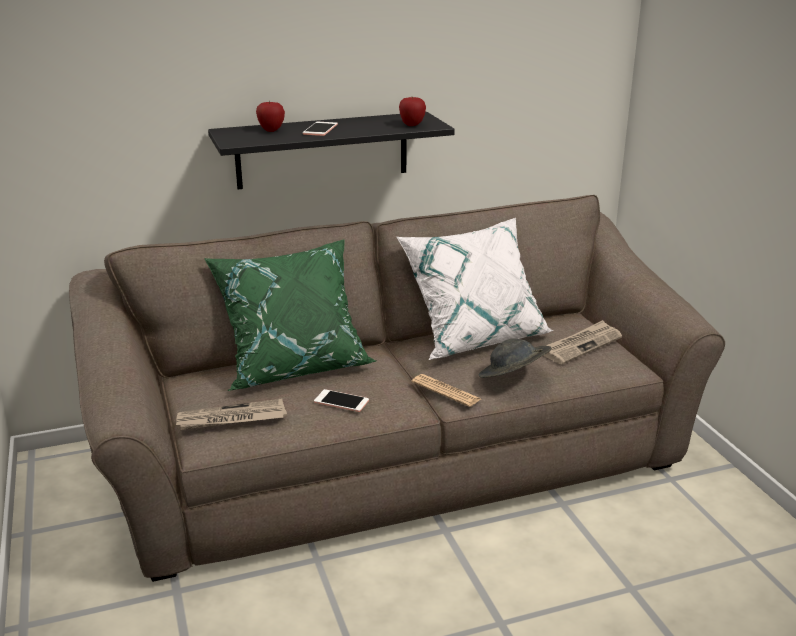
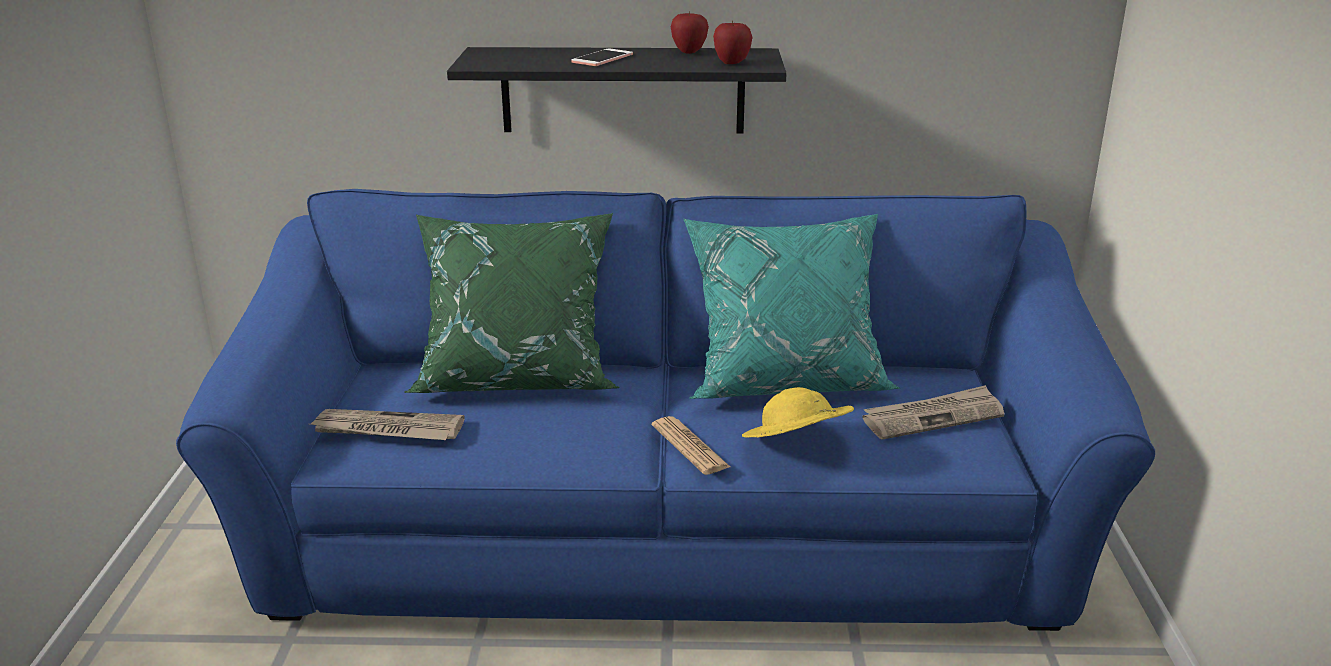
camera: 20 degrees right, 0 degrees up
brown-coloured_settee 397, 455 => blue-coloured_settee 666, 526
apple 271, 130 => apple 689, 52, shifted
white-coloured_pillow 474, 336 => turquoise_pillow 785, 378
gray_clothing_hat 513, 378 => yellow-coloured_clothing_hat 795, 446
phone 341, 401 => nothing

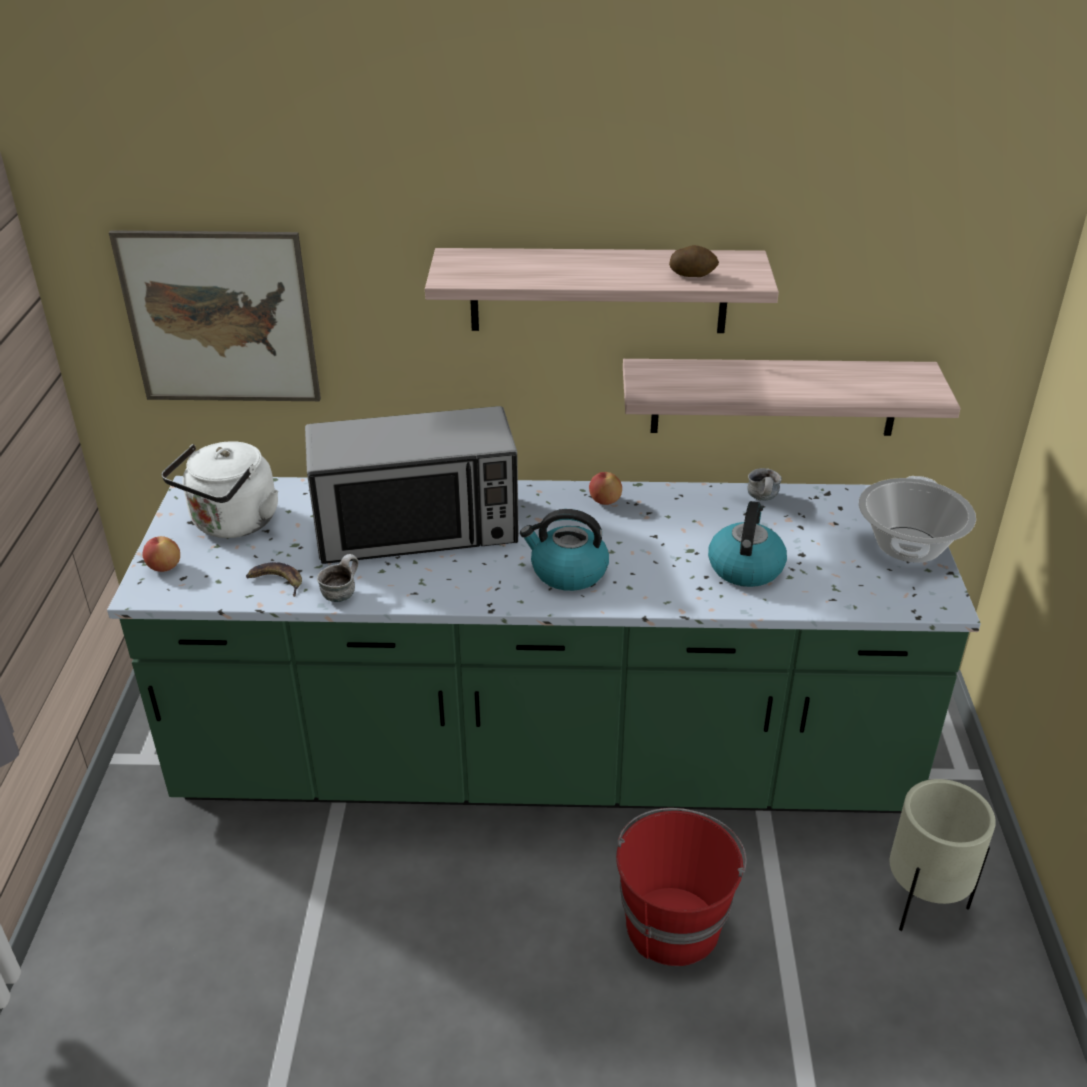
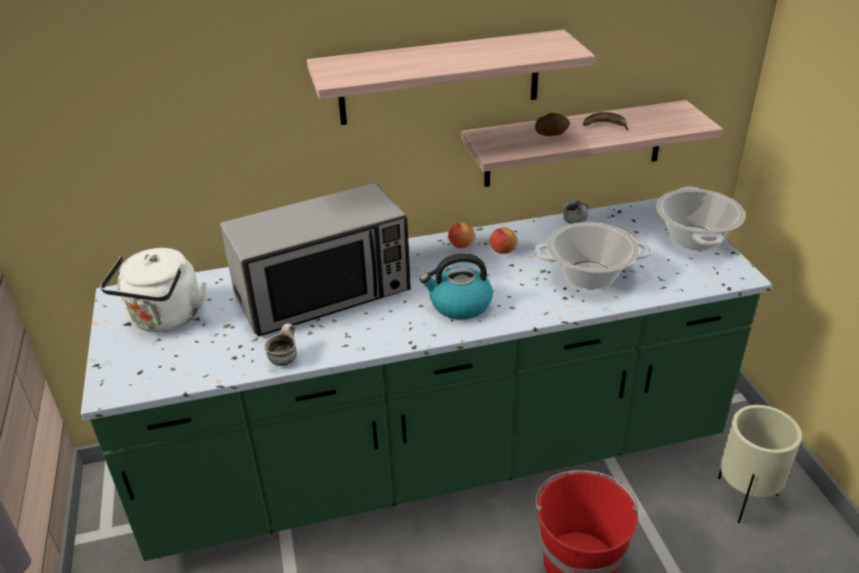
camera: 15 degrees left, 0 degrees up
apple 164, 567 => apple 502, 251, shifted
tea_kettle 745, 567 => cooking_pot 589, 275
whole_potato 692, 275 => whole_potato 551, 134, shifted
banana_fruit 276, 581 => banana_fruit 604, 125, shifted
wall_picture 220, 318 => nothing

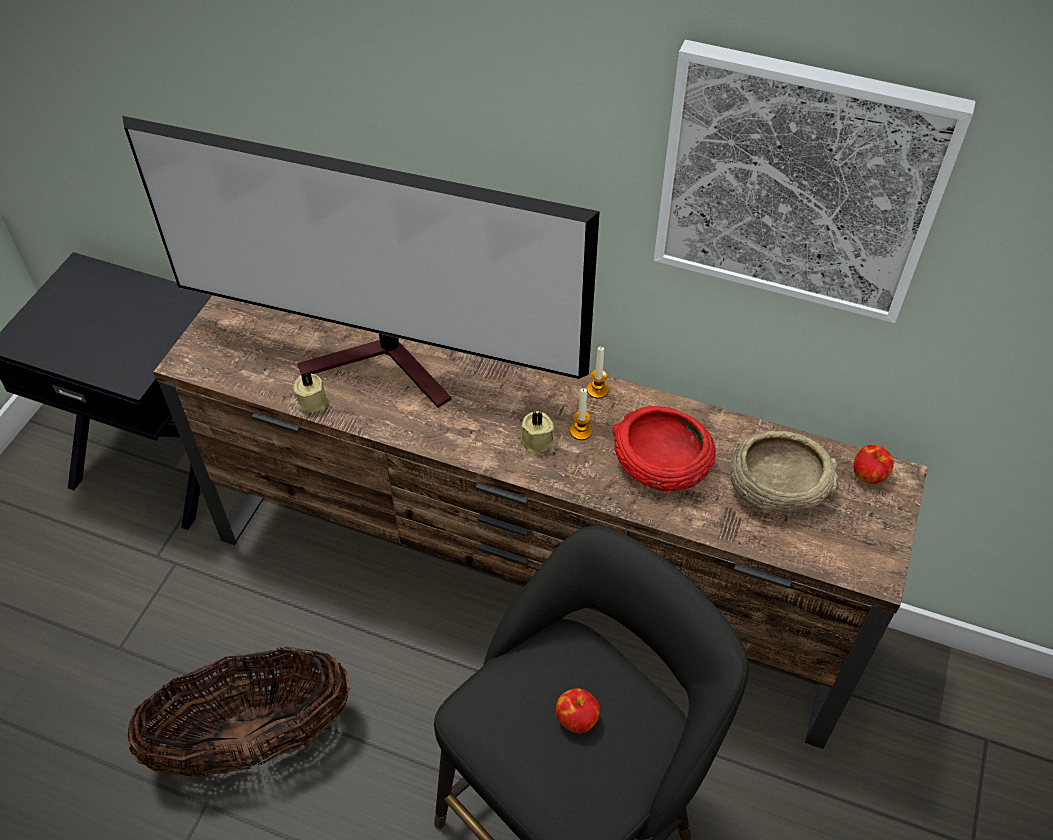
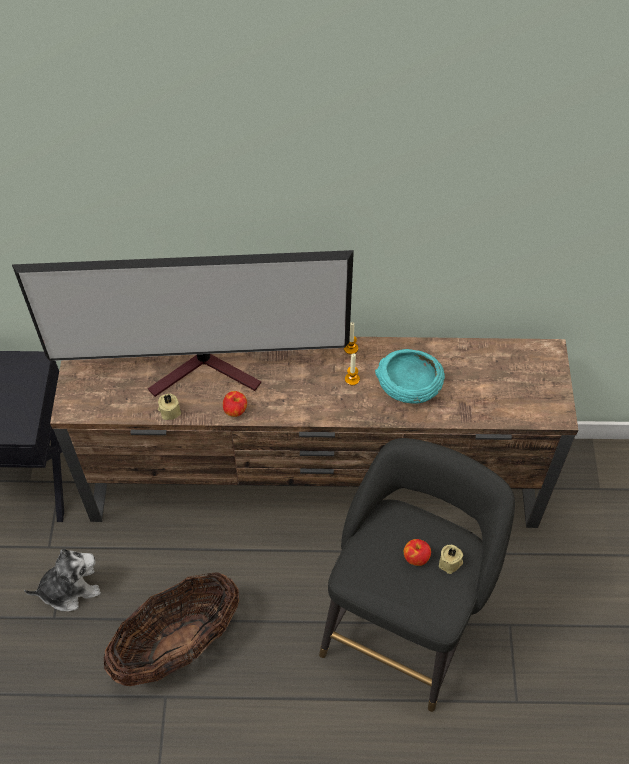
camera: 20 degrees left, 5 degrees up
nothing => soft_toy 70, 588
apple 868, 475 => apple 235, 410, shifted
red_deep_dish 660, 463 => turquoise_deep_dish 409, 385
beige-coloured_wax_light 538, 442 => beige-coloured_wax_light 450, 563, shifted
wall_picture 798, 184 => nothing
beige-coloured_deep_dish 777, 485 => nothing

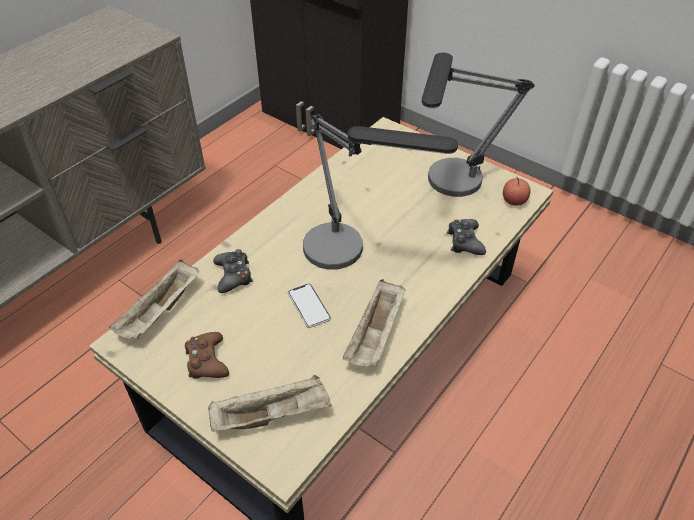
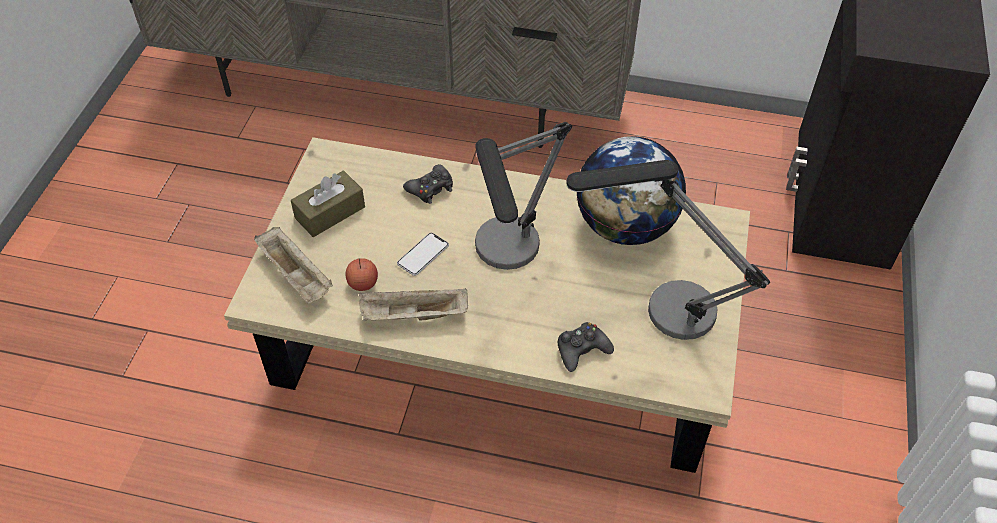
camera: 65 degrees right, 5 degrees up
brown-coloured_gamepad 207, 361 => brown-coloured_tissue_holder 330, 212
apple 514, 201 => apple 363, 283, shifted
nothing => world_globe 624, 226
beige-coloured_tray 160, 312 => nothing

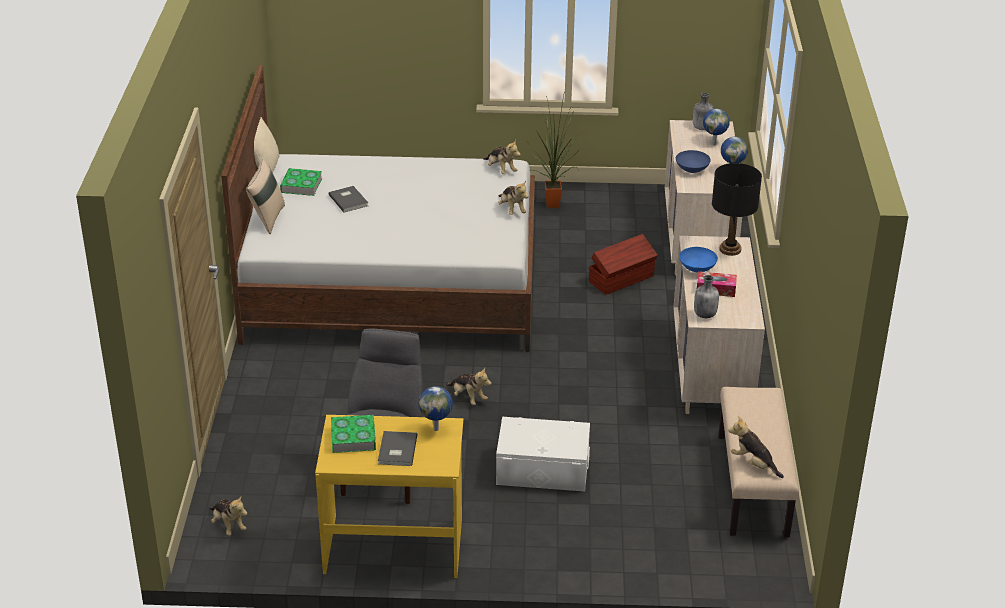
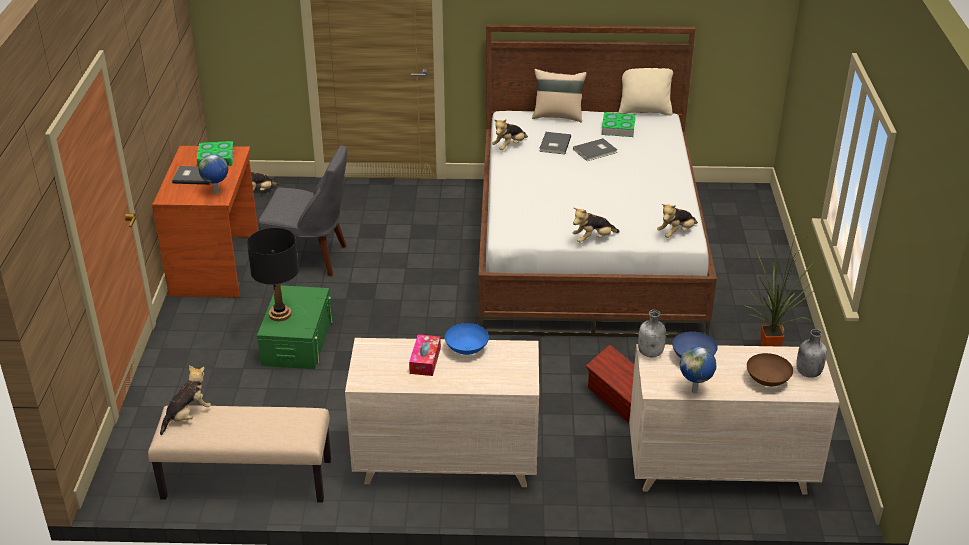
camera: 90 degrees right, 0 degrees up
yellow-coloured_desk_table 394, 545 => brown-coloured_desk_table 216, 265
black-coloured_lamp_for_a_table 730, 249 => black-coloured_lamp_for_a_table 280, 314, shifted
white-coloured_storage_bin 542, 469 => green_storage_bin 297, 341
soft_toy 468, 397 => soft_toy 509, 146, shifted
nothing => gray_book 554, 144
gray_bottle 705, 314 => gray_bottle 651, 353, shifted
world_globe 714, 144 => brown-coloured_deep_dish 768, 381

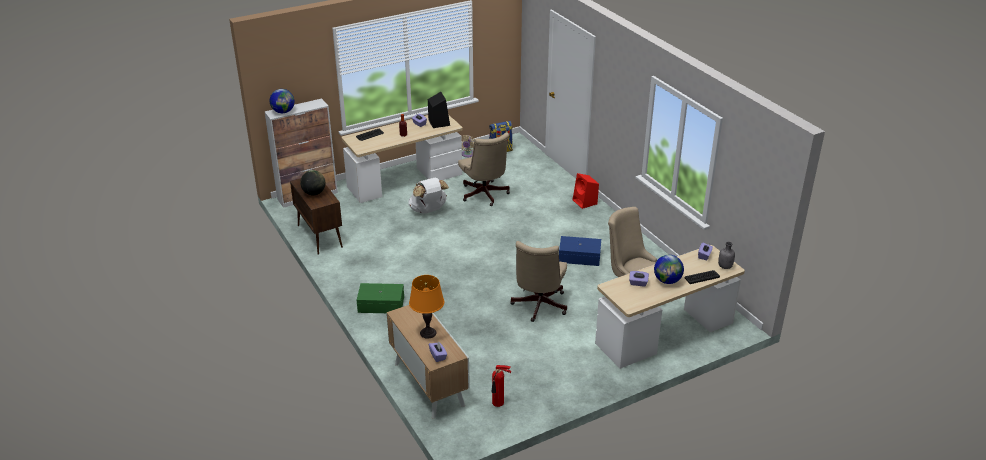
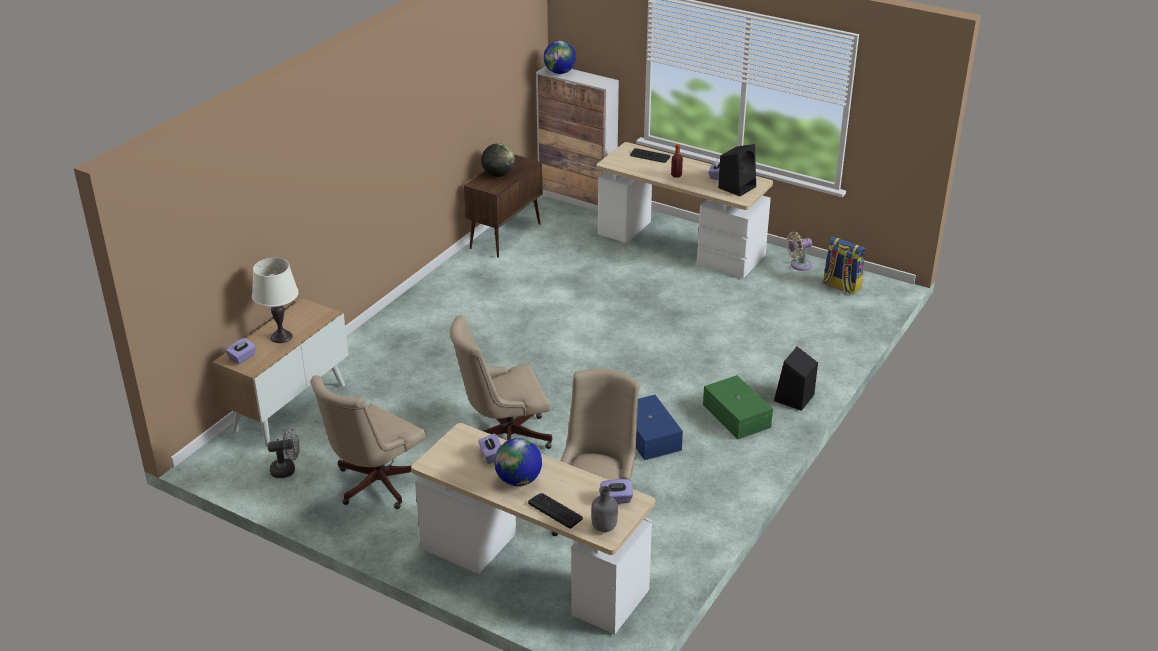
camera: 60 degrees right, 0 degrees up
orangey_lamp_for_a_table 428, 333 => white-coloured_lamp_for_a_table 281, 337
fire_extinguisher 498, 403 => gray_cooling_fan 287, 470
beige-coloured_computer_chair 485, 195 => beige-coloured_computer_chair 374, 485, shifted
green_storage_bin 380, 304 => green_storage_bin 737, 415, shifted
red_audio_speaker 585, 202 => black-coloured_audio_speaker 794, 398
white-coloured_knapsack 428, 210 => nothing

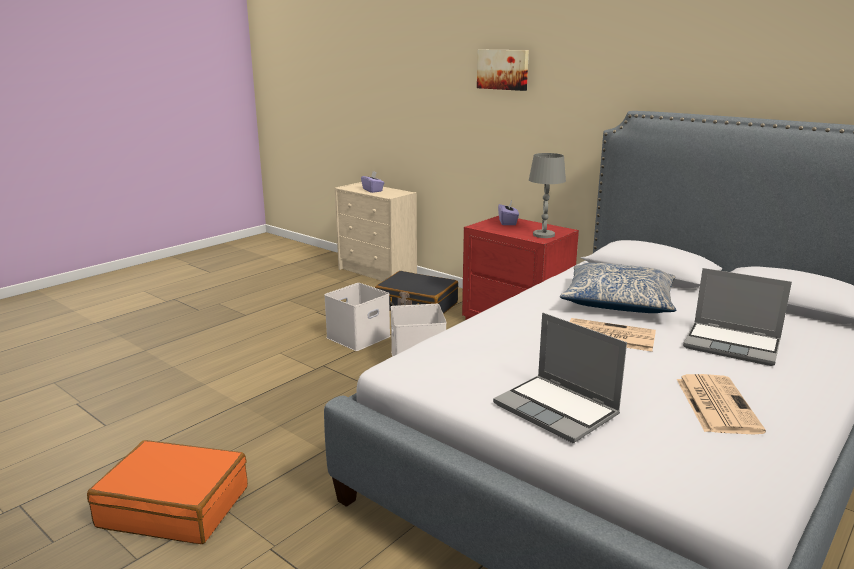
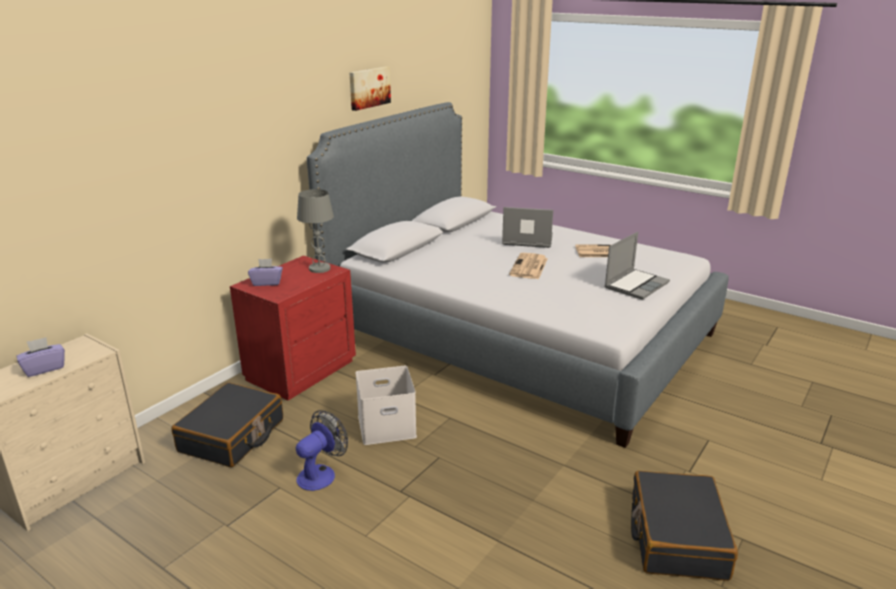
camera: 95 degrees left, 5 degrees up
white-coloured_storage_bin 358, 336 => cooling_fan 321, 473
wall_picture 503, 69 => wall_picture 368, 87, shifted
notebook_computer 733, 345 => notebook_computer 526, 240, 105 degrees counterclockwise
orangey_suitcase 175, 506 => black-coloured_suitcase 676, 537
pillow 618, 302 => nothing

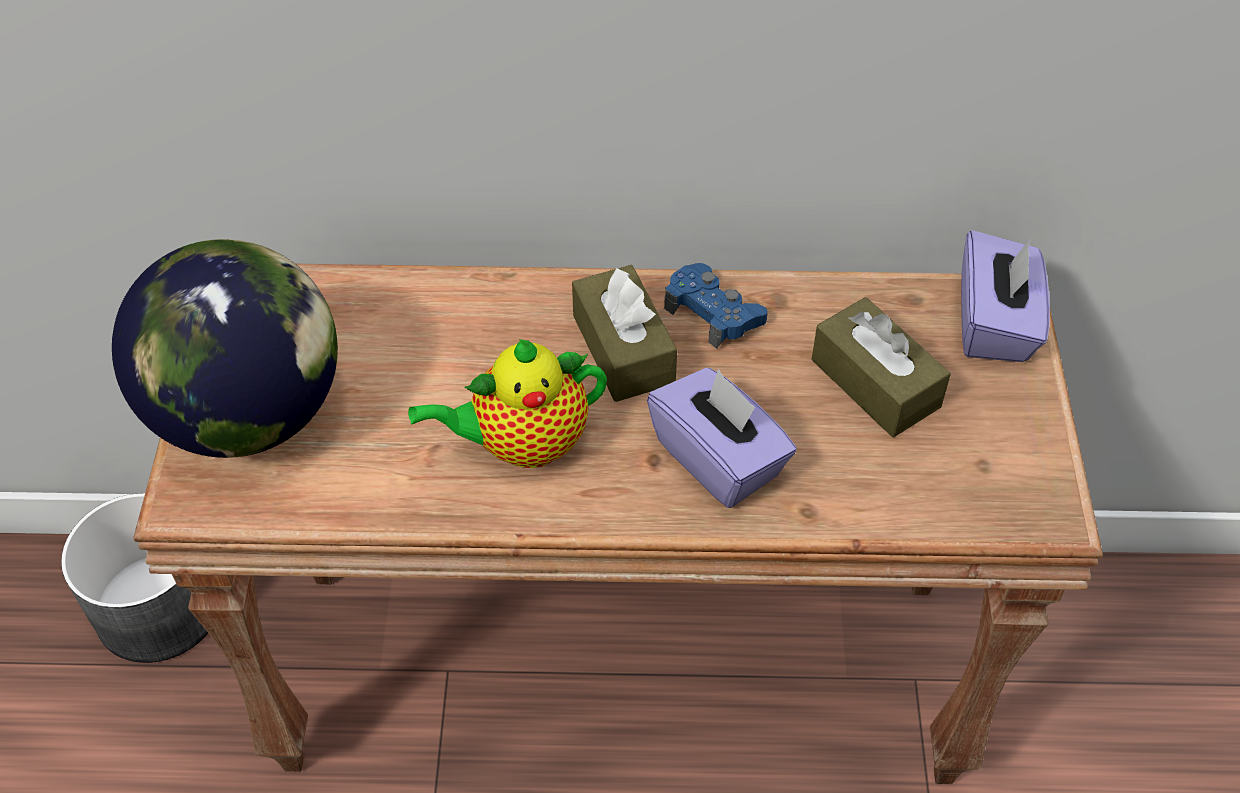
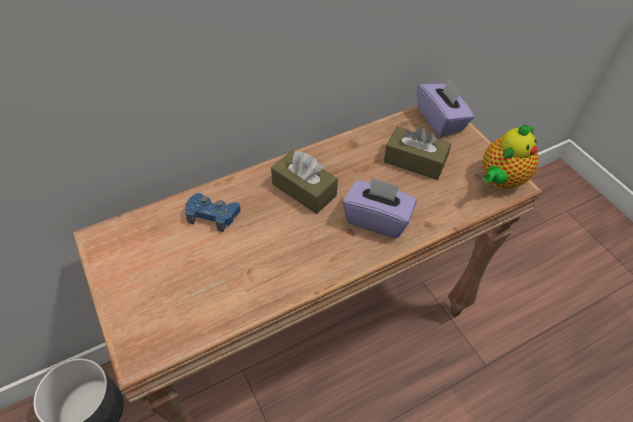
camera: 30 degrees left, 0 degrees up
blue-coloured_gamepad 713, 313 => blue-coloured_gamepad 213, 215, shifted
tea_pot 522, 444 => tea_pot 500, 180, shifted
world_globe 250, 414 => nothing

